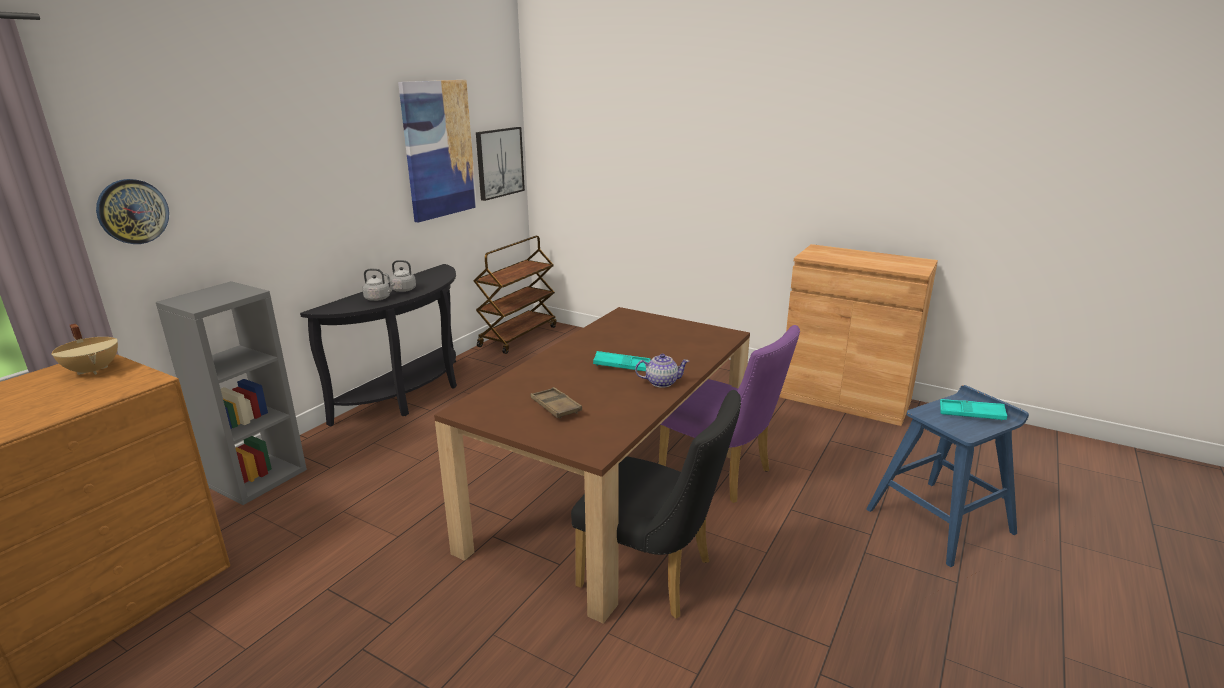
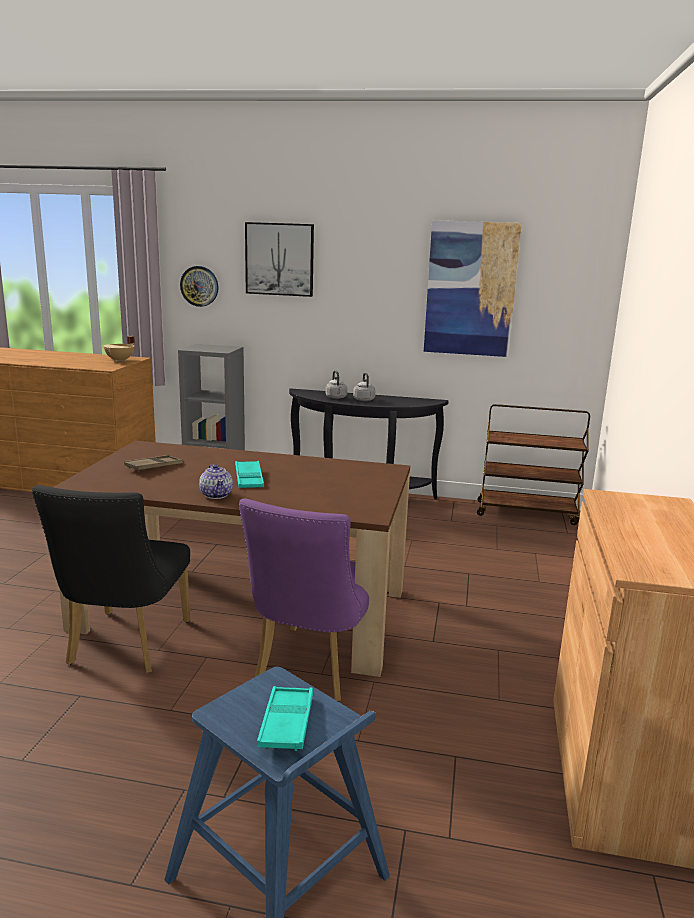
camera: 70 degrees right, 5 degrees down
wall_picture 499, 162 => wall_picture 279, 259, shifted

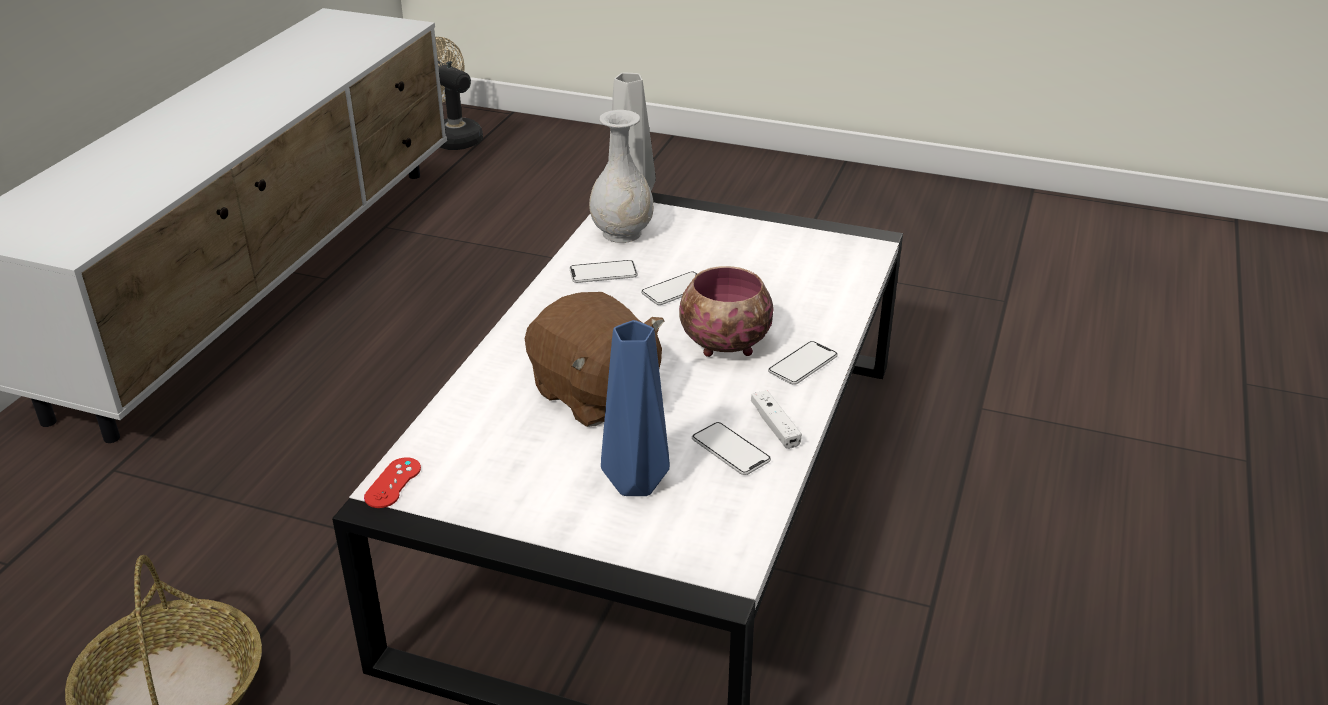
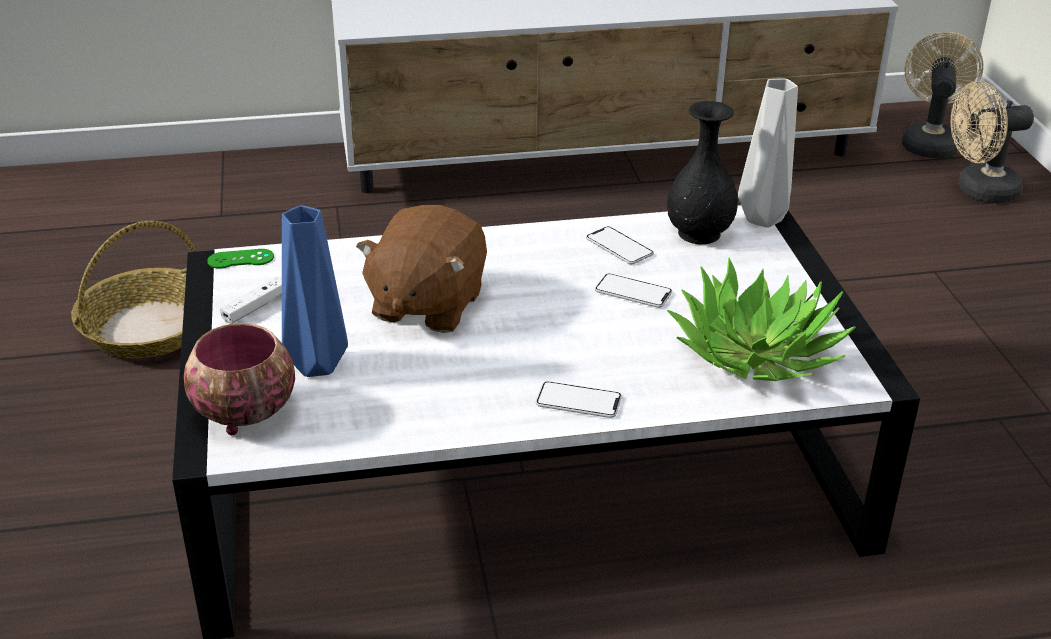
camera: 60 degrees right, 0 degrees up
deep_dish 723, 346 => deep_dish 242, 413, shifted
red_gamepad 393, 483 => green_gamepad 241, 259
white-coloured_gamepad 775, 426 => white-coloured_gamepad 255, 307, shifted
white-coloured_vase 622, 233 => black-coloured_vase 700, 234
nothing => houseplant 757, 353
nothing => beige-coloured_cooling_fan 979, 191
phone 730, 450 => nothing

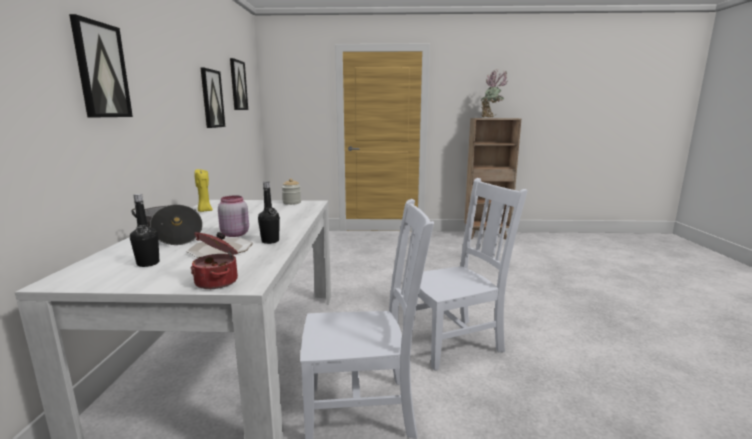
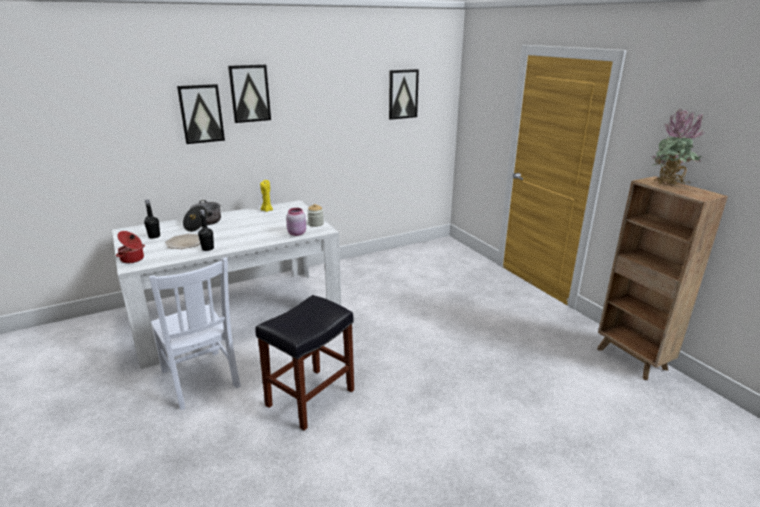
camera: 60 degrees right, 10 degrees up
wall_picture 212, 99 => wall_picture 249, 93, shifted
white-coloured_chair 455, 342 => black-coloured_stool_seat 310, 398
pink_storage_jar 234, 234 => pink_storage_jar 296, 233, shifted

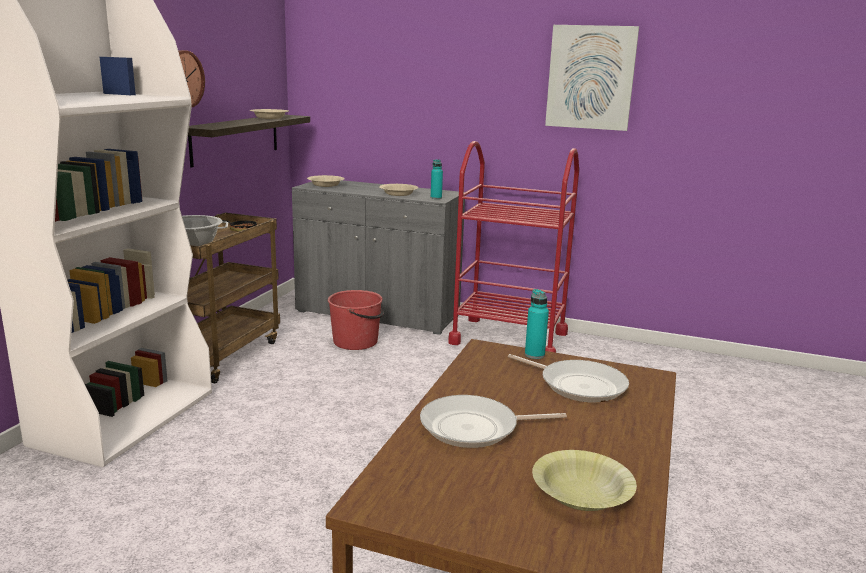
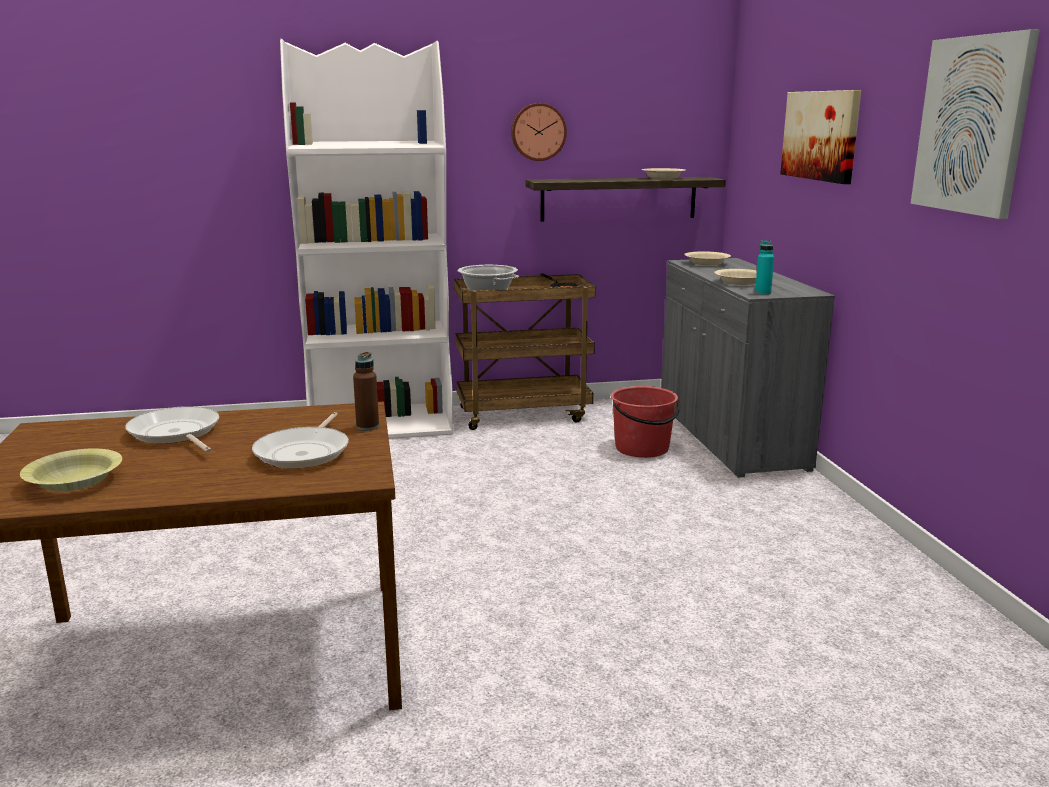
camera: 60 degrees right, 0 degrees up
turquoise_bottle 534, 355 => brown-coloured_bottle 367, 427
nothing => wall_picture 821, 135
red_trolley 509, 338 => nothing

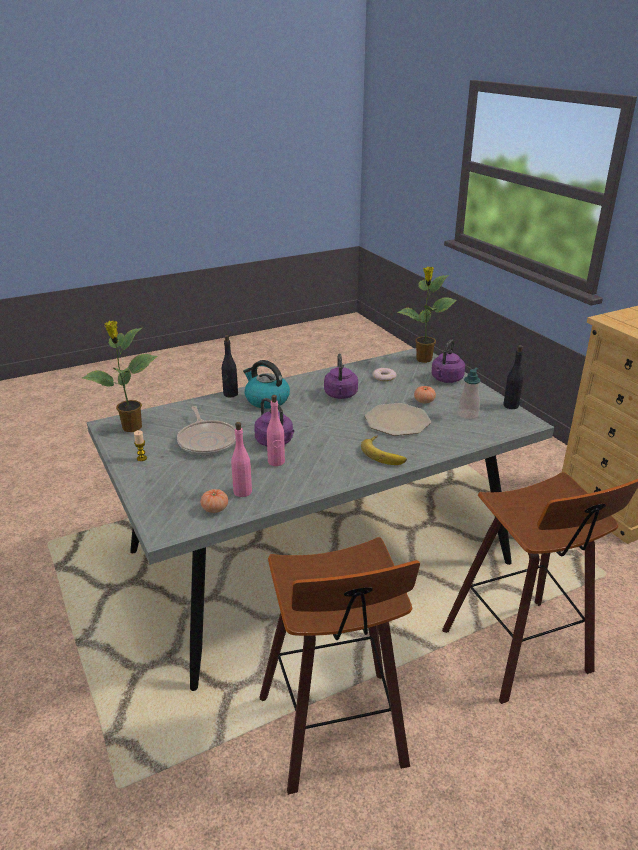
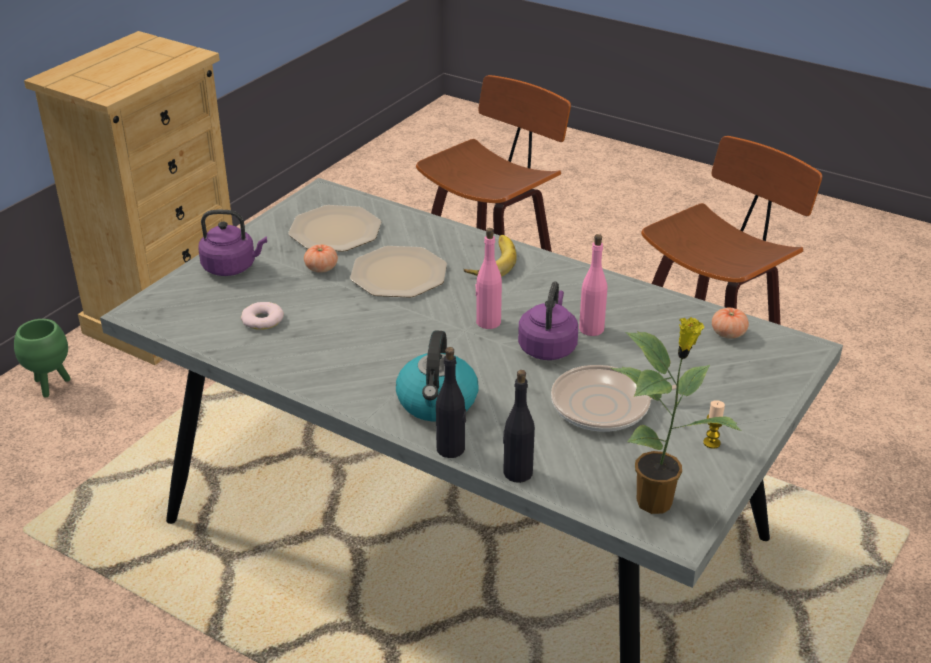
camera: 120 degrees left, 5 degrees up
nothing => green_flower_pot 50, 385
soap_bottle 467, 415 => dinner_plate 335, 231
pink_bottle 243, 491 => pink_bottle 488, 322, shifted
black-coloured_bottle 511, 405 => black-coloured_bottle 517, 473, shifted
skillet 207, 440 => skillet 606, 406, 135 degrees counterclockwise
purple-coloured_tea_kettle 340, 395 => nothing
houseplant 423, 360 => nothing

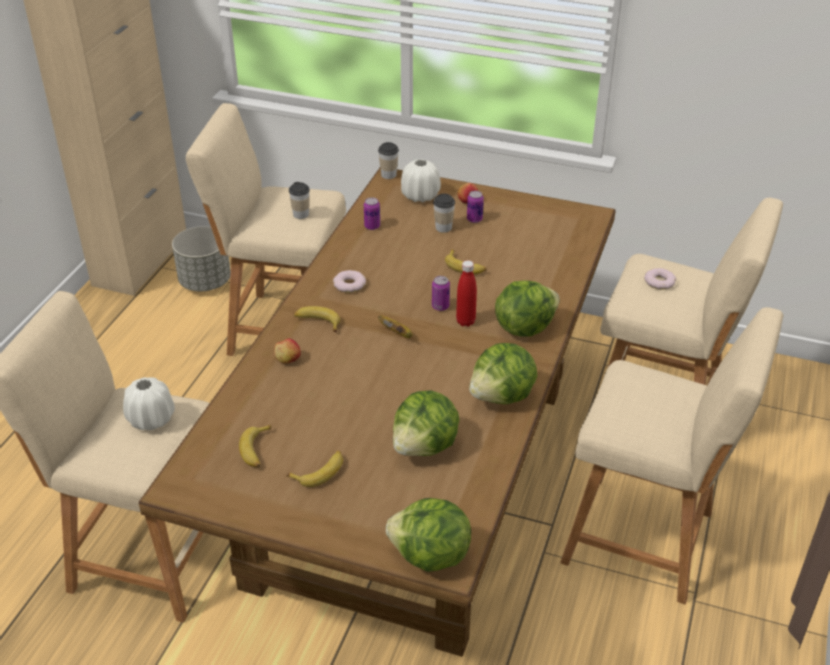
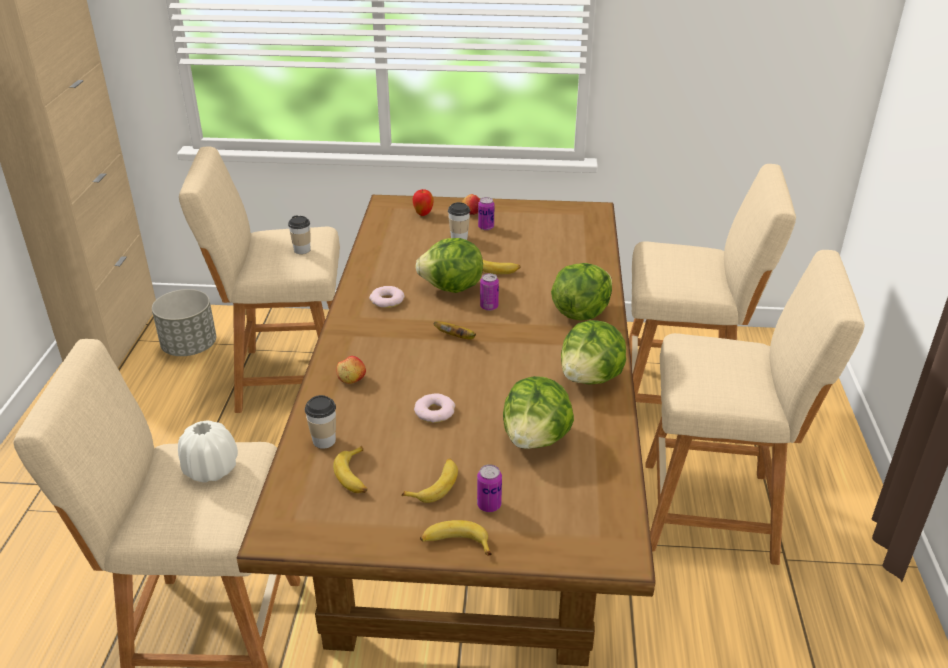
camera: 15 degrees left, 5 degrees down
drinking_cup 388, 175 => drinking_cup 324, 440, shifted
white-coloured_vase 420, 196 => apple 423, 214
doughnut 659, 282 => doughnut 434, 412, shifted
lettuce 430, 557 => lettuce 452, 288, shifted
banana_fruit 317, 322 => banana_fruit 455, 543, shifted
can 372, 226 => can 489, 505, shifted
red_bottle 465, 321 => nothing

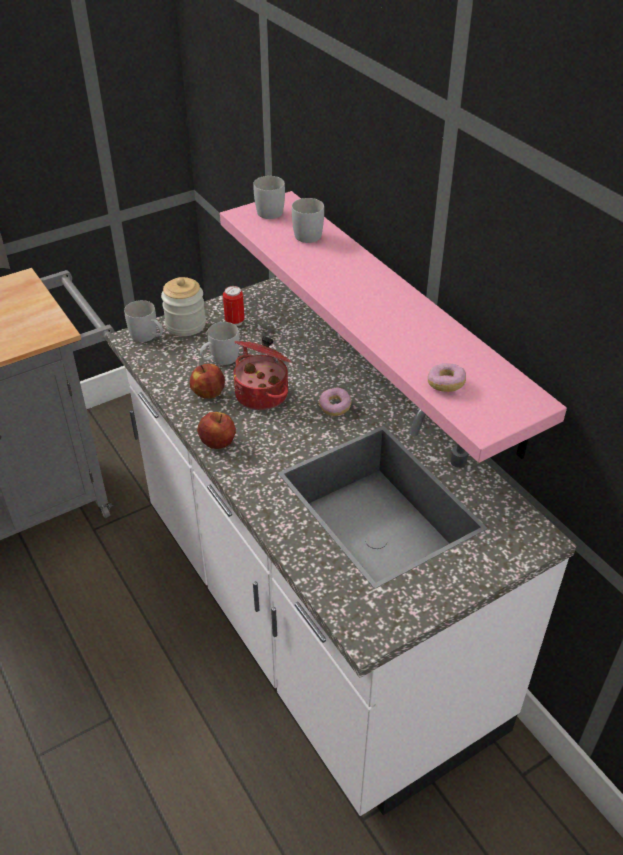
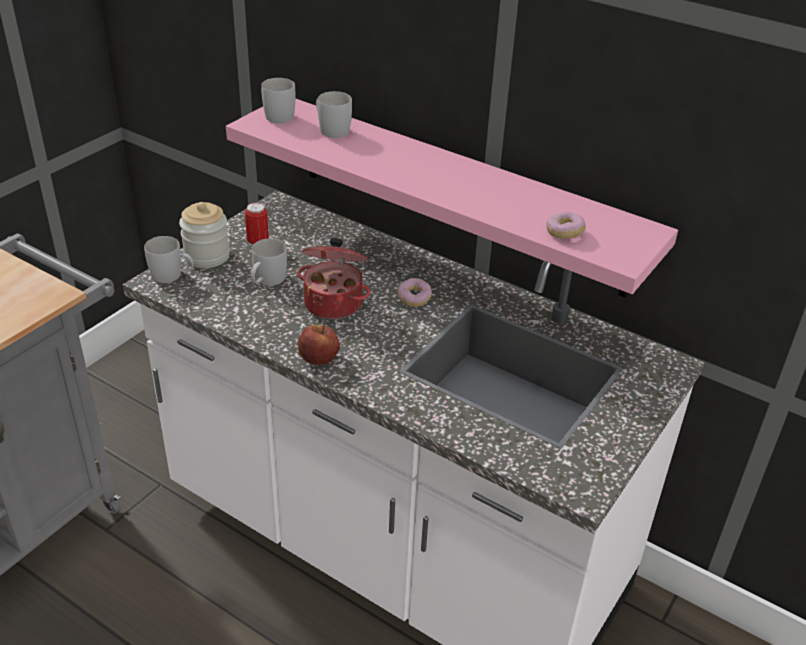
camera: 25 degrees left, 5 degrees down
apple 208, 393 => nothing

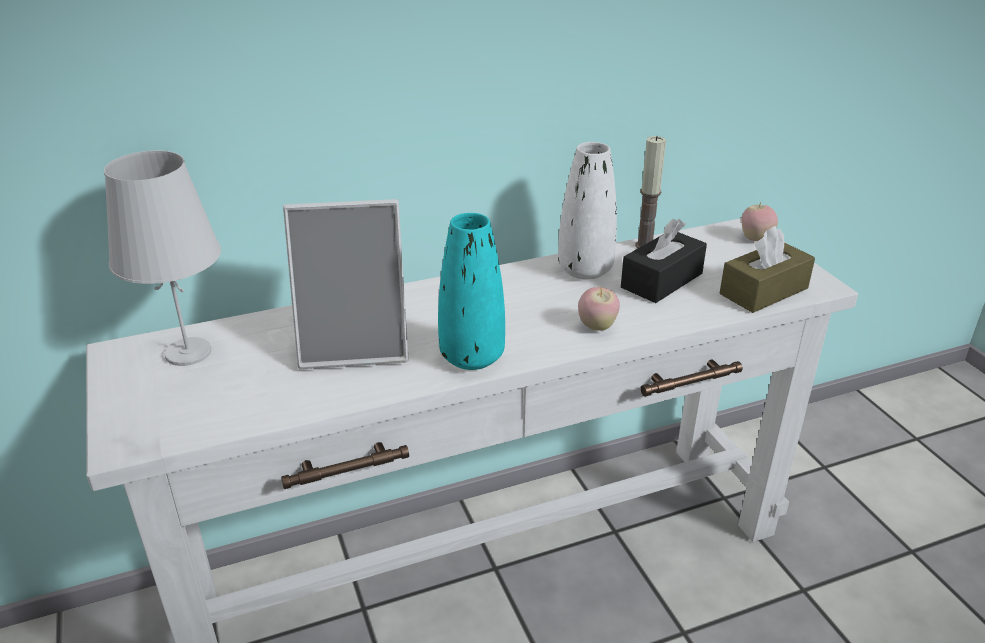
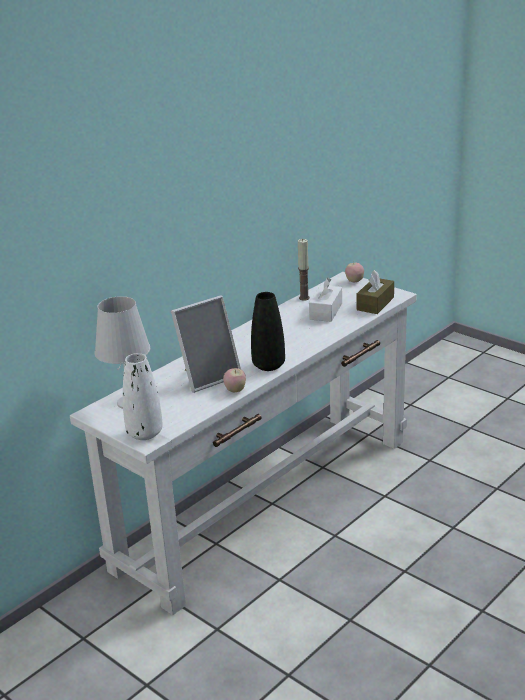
camera: 25 degrees left, 5 degrees down
white-coloured_vase 585, 270 => white-coloured_vase 144, 433, shifted
apple 597, 326 => apple 235, 390, shifted
turquoise_vase 472, 357 => black-coloured_vase 268, 365
black-coloured_tissue_holder 661, 280 => white-coloured_tissue_holder 325, 311

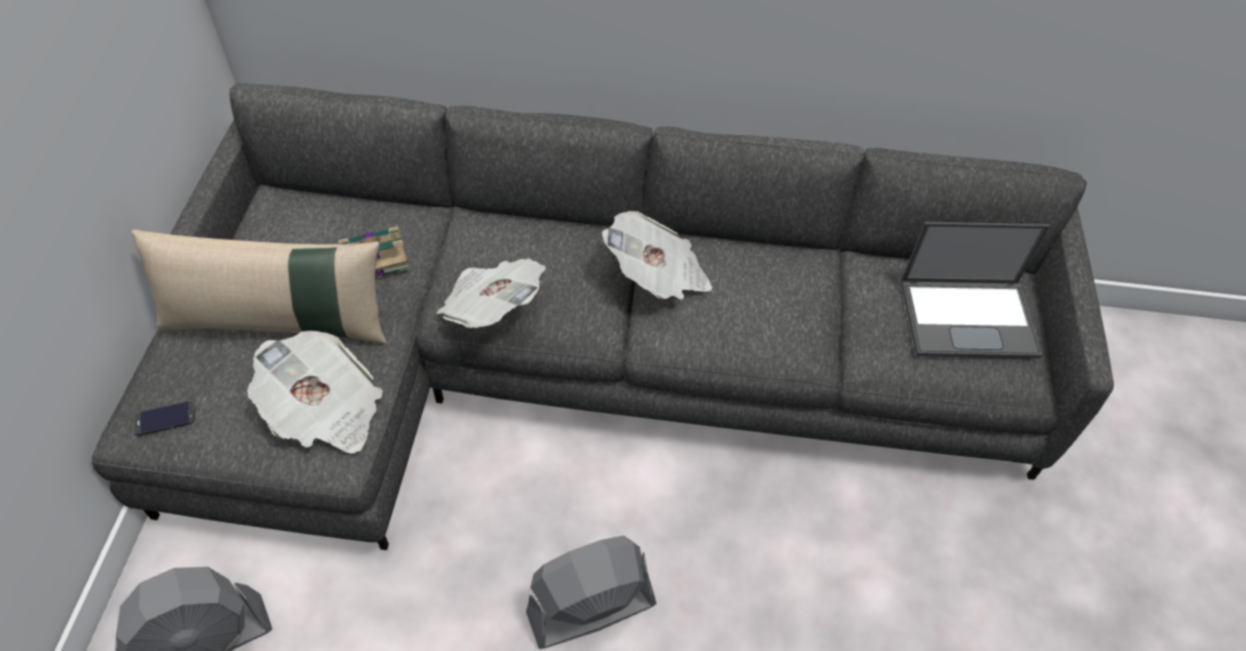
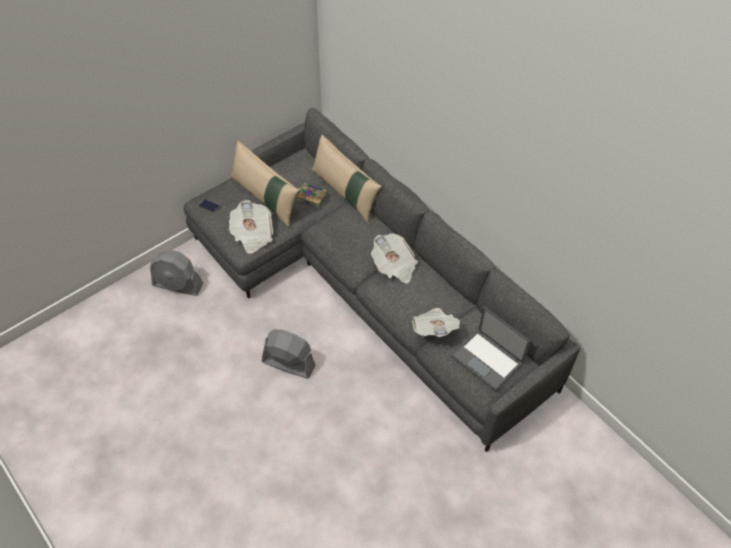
camera: 45 degrees right, 0 degrees up
nothing => beige-coloured_pillow 345, 192
printed_paper 492, 308 => printed_paper 434, 329, shifted

